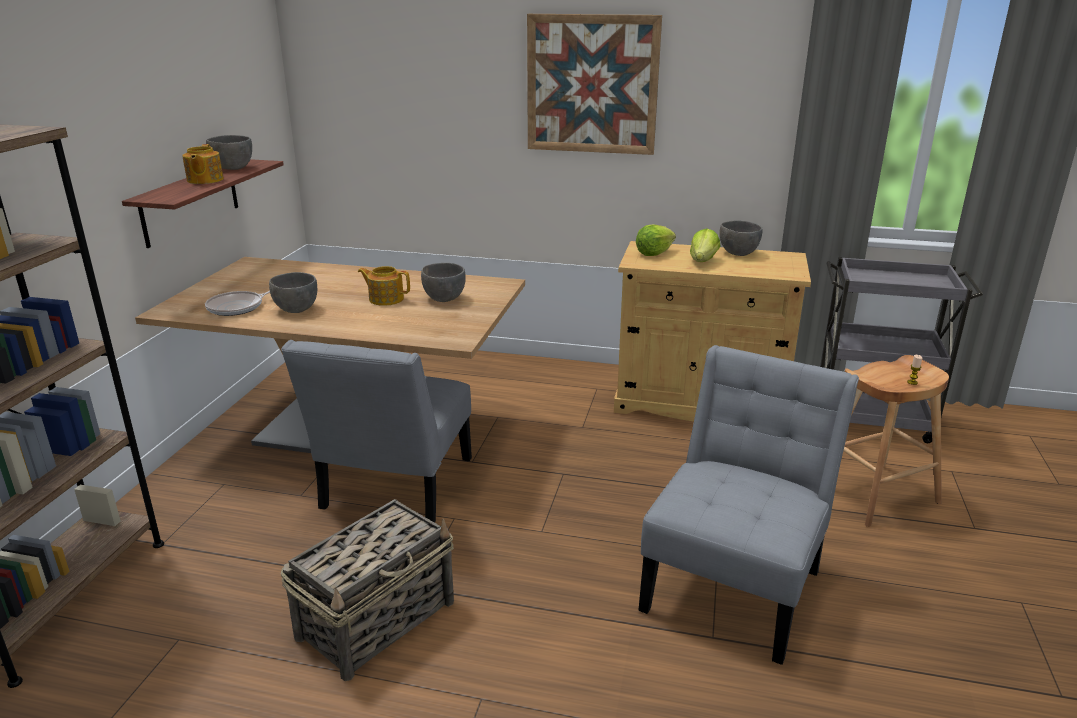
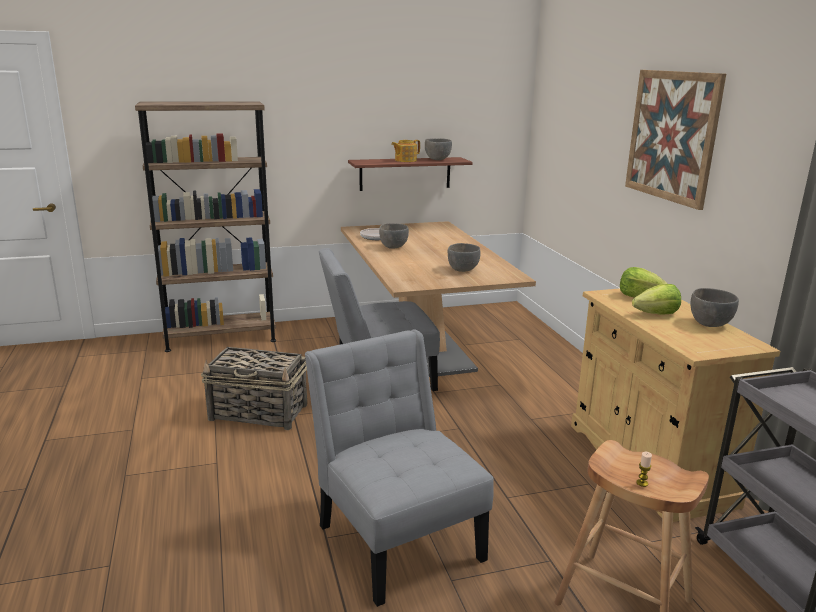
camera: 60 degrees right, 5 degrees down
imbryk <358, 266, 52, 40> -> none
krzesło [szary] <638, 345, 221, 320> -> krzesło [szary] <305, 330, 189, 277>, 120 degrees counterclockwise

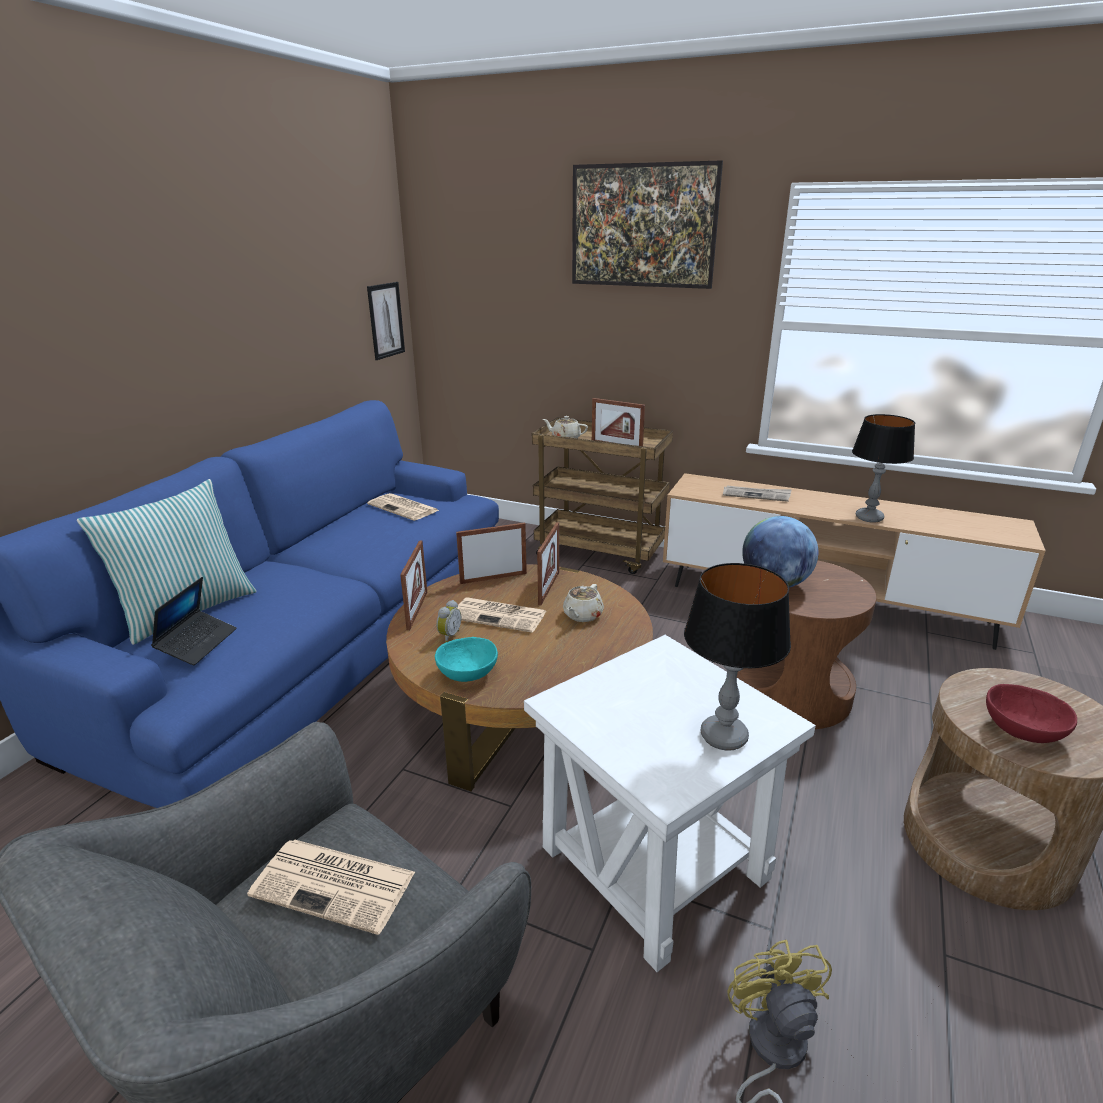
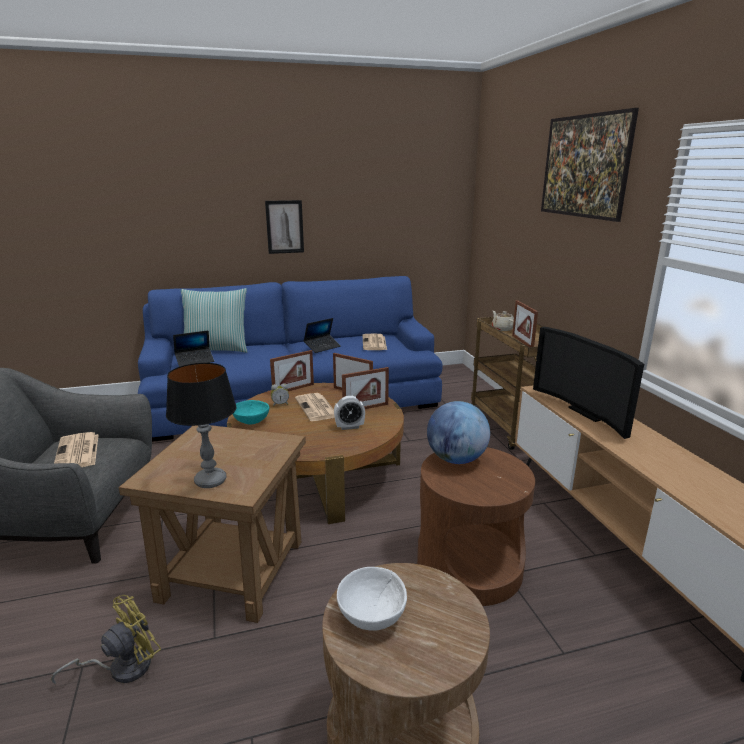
camera: 50 degrees right, 5 degrees down
obraz <367, 282, 38, 78> -> obraz <265, 200, 39, 54>, shifted
lampa stołowa <852, 414, 63, 109> -> none
gazeta <723, 486, 69, 16> -> telewizor <533, 327, 111, 112>
imbryk [beżowy] <563, 584, 41, 38> -> budzik <334, 396, 31, 34>
stolik [biały] <524, 635, 292, 337> -> stolik [brązowy] <119, 425, 187, 198>
miska [czerwony] <986, 684, 91, 59> -> miska [biały] <337, 567, 70, 64>
none -> laptop <304, 318, 37, 35>

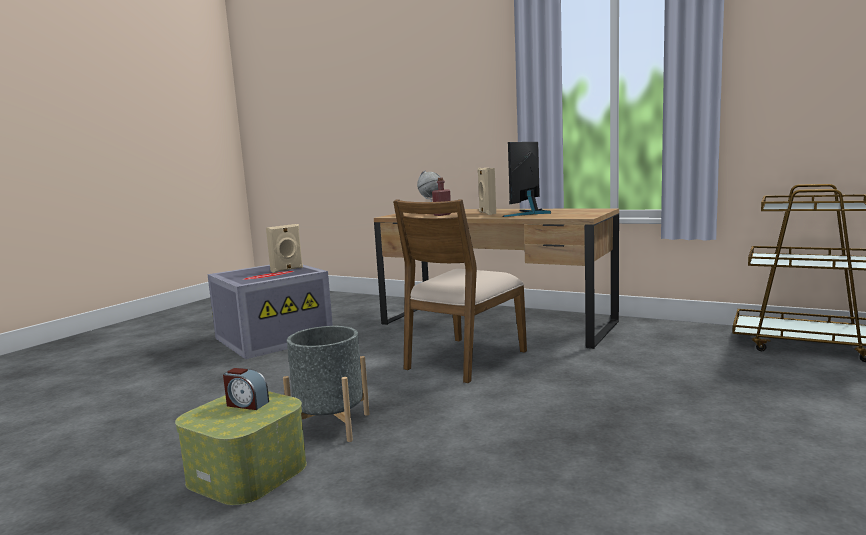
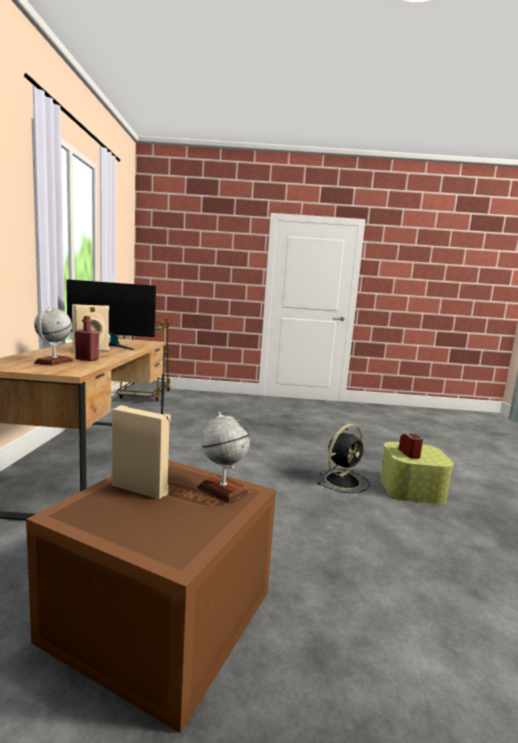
camera: 120 degrees left, 0 degrees up
krzesło [brązowy] <393, 199, 134, 184> -> none
pojemnik do przechowywania [szary] <207, 265, 126, 94> -> pojemnik do przechowywania [brązowy] <26, 460, 250, 273>
donica [szary] <283, 326, 86, 116> -> wentylator [czarny] <318, 424, 52, 69>
none -> globus <197, 412, 53, 91>

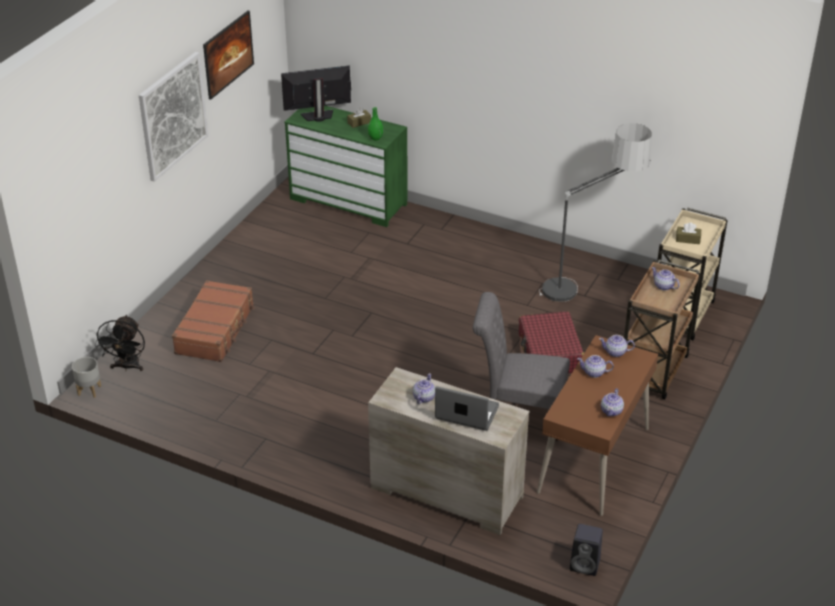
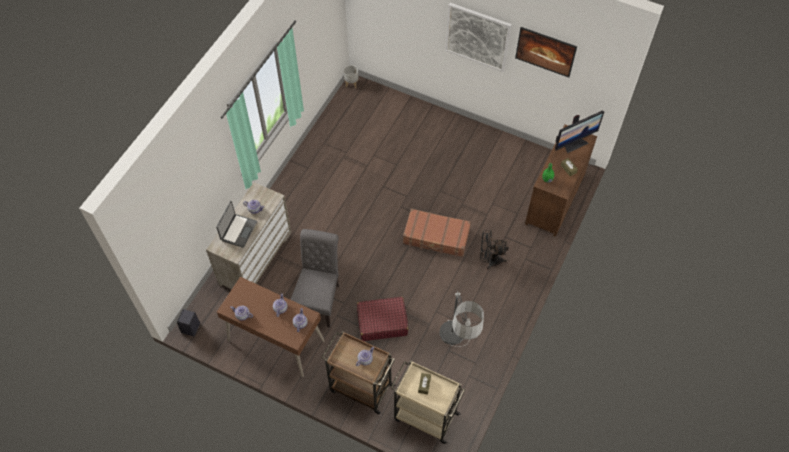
camera: 90 degrees right, 20 degrees up
monitor <281, 65, 70, 57> -> monitor <555, 111, 49, 42>, 75 degrees clockwise
komoda [zielony] <285, 106, 123, 121> -> komoda [brązowy] <525, 125, 72, 112>
walizka [brązowy] <172, 280, 82, 82> -> walizka [brązowy] <403, 208, 68, 49>, shifted
wentylator [czarny] <95, 315, 50, 56> -> wentylator [czarny] <480, 230, 29, 39>, shifted

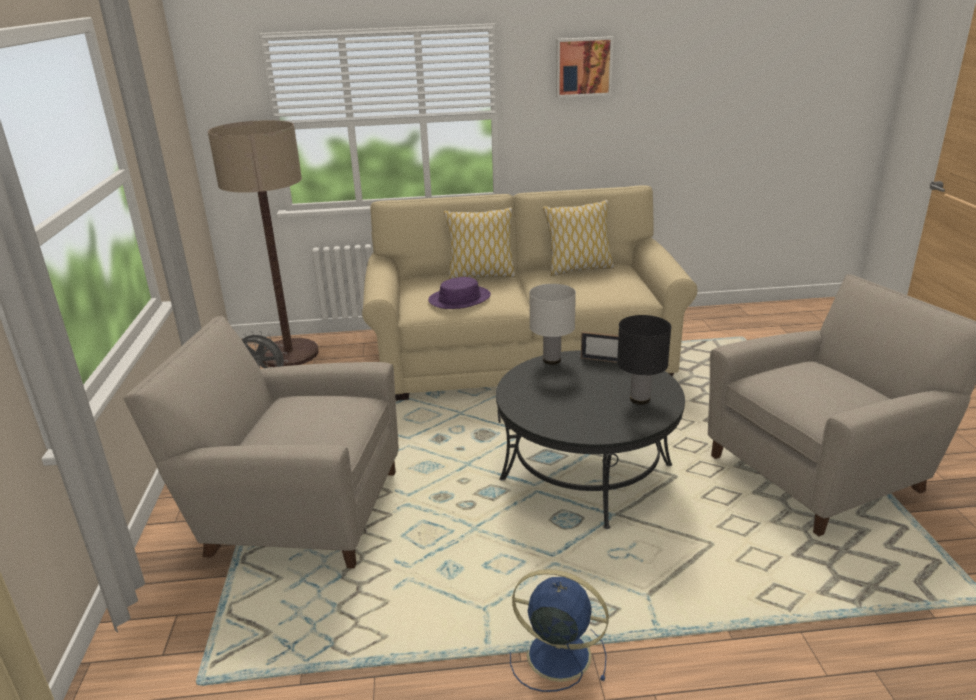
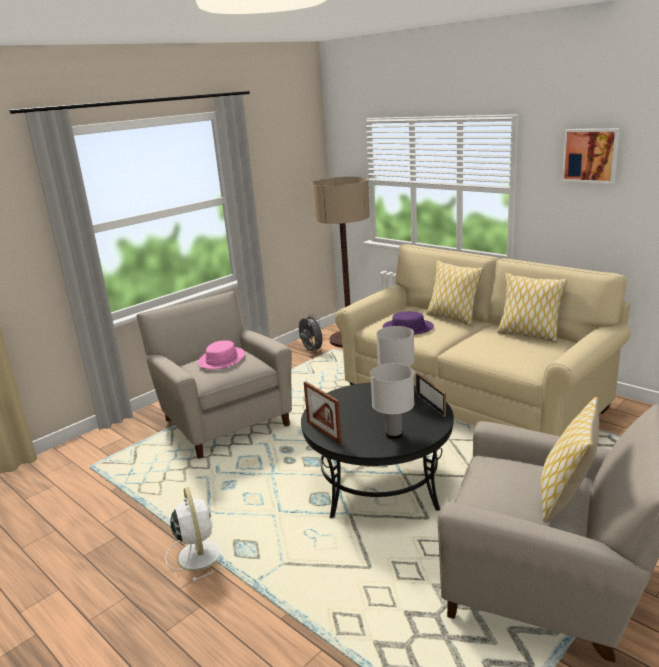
camera: 50 degrees right, 5 degrees down
lampa stołowa [czarny] <617, 315, 54, 90> -> lampa stołowa [biały] <370, 363, 44, 76>
wentylator [niebieski] <510, 569, 99, 123> -> wentylator [biały] <165, 487, 65, 94>
none -> kapelusz [różowy] <198, 340, 47, 29>
none -> ramka na zdjęcie <304, 381, 38, 63>
none -> poduszka <541, 397, 58, 126>

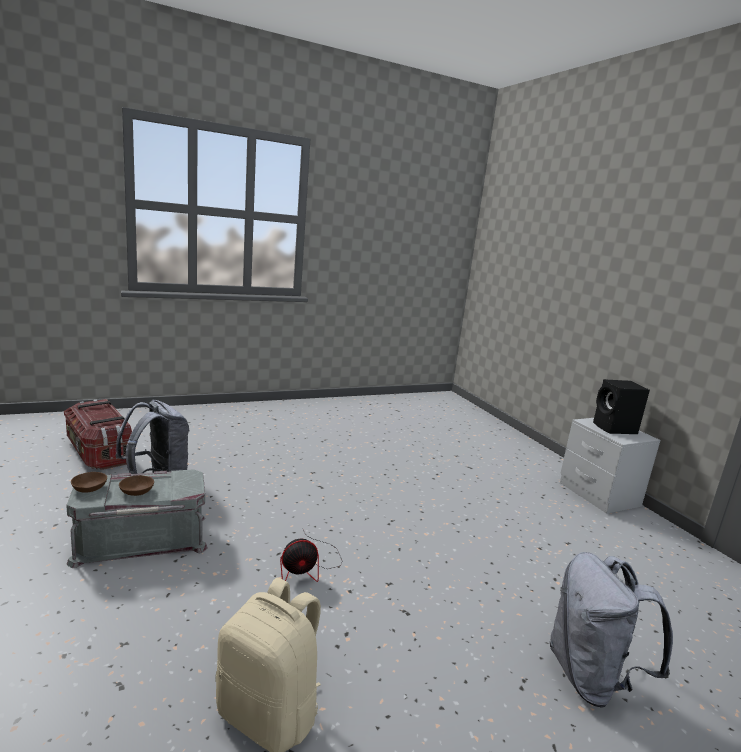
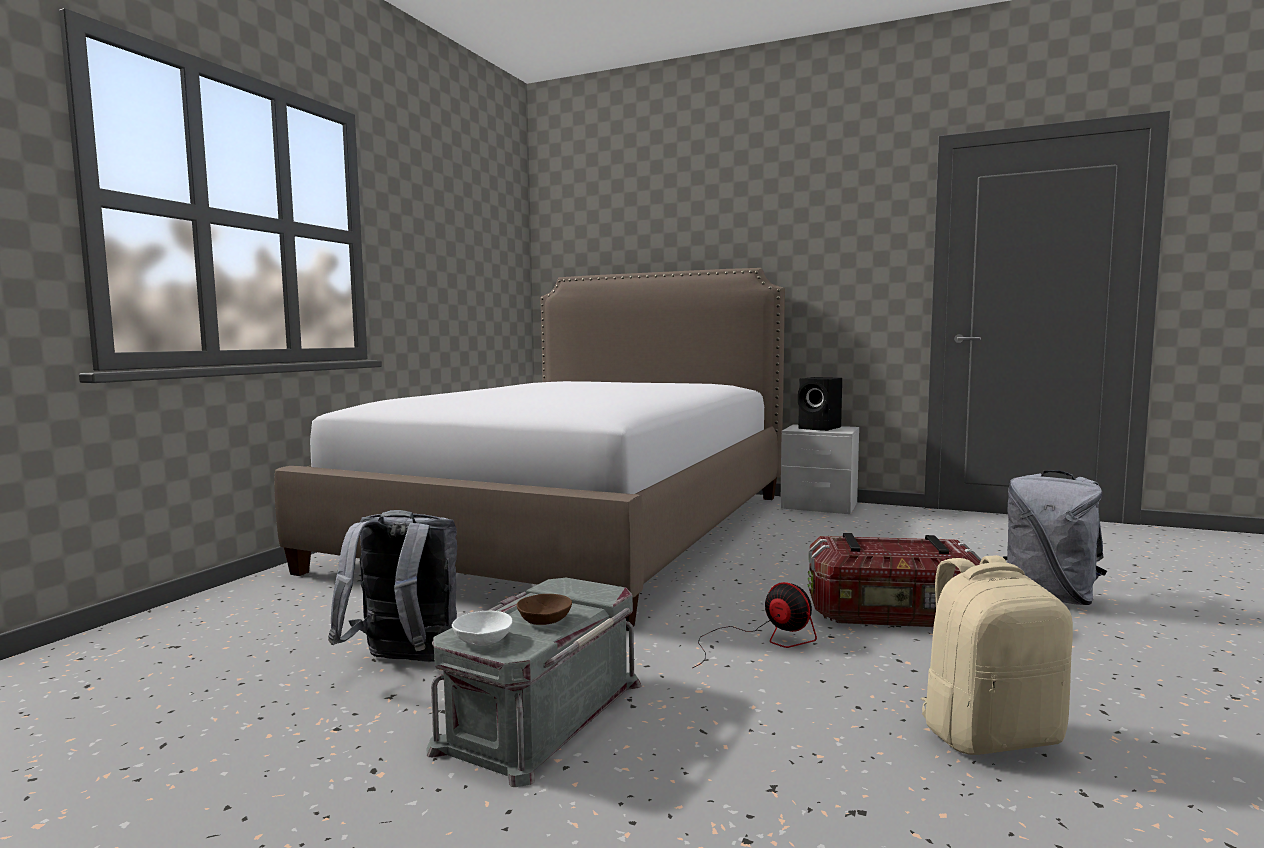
camera: 40 degrees left, 10 degrees down
pojemnik do przechowywania <64, 399, 68, 71> -> pojemnik do przechowywania <808, 533, 173, 94>, shifted
miska [brązowy] <71, 472, 36, 21> -> miska [biały] <452, 611, 60, 35>
wentylator <280, 530, 62, 52> -> wentylator <692, 582, 125, 86>, 75 degrees counterclockwise
none -> łóżko <274, 268, 511, 363>

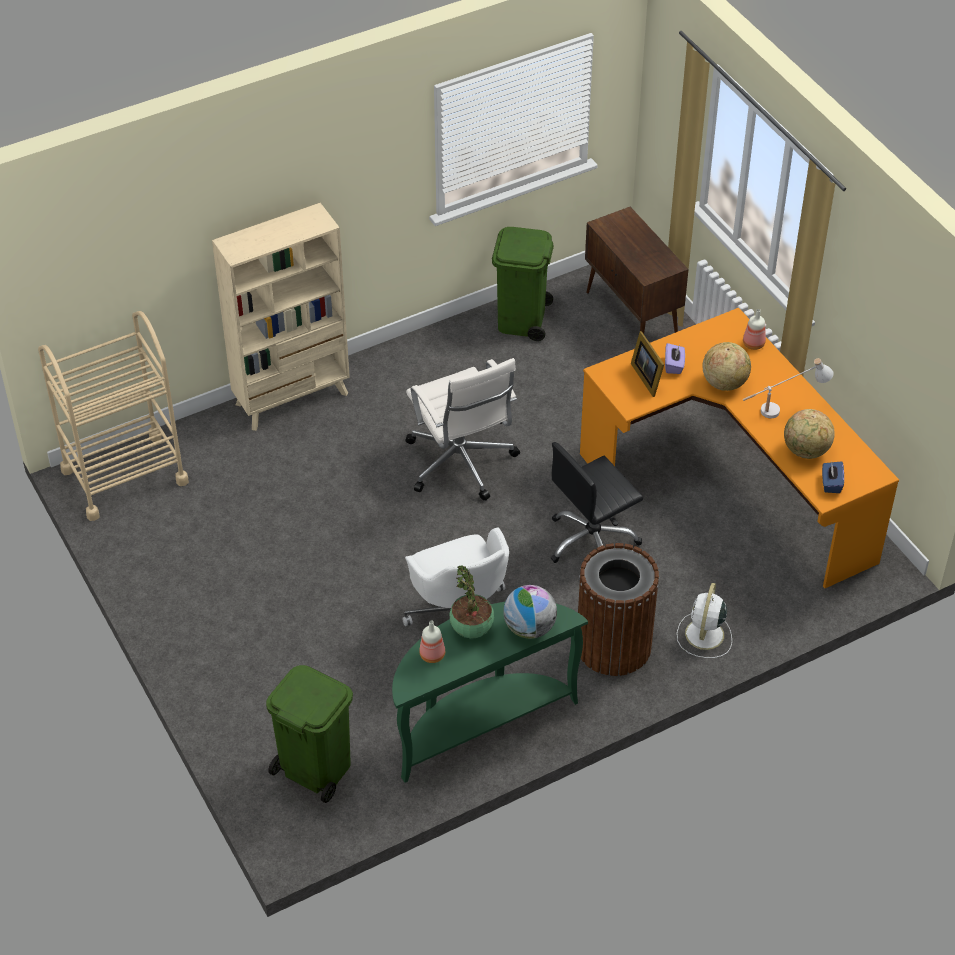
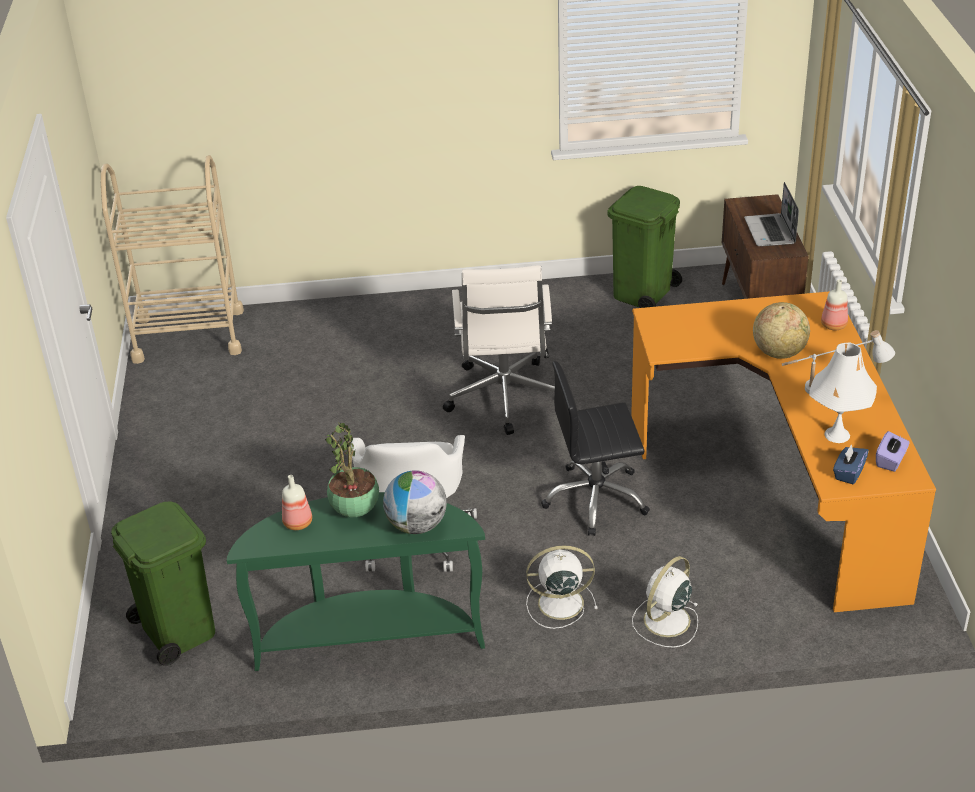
camera: 25 degrees right, 10 degrees down
regał [beżowy] <212, 203, 138, 228> -> none
ramka na zdjęcie <631, 331, 33, 66> -> none
pudełko chusteczek [fioletowy] <665, 343, 20, 31> -> pudełko chusteczek [fioletowy] <876, 431, 34, 41>, shifted
globus <784, 409, 51, 50> -> lampa stołowa [biały] <809, 343, 68, 100>
kosz na śmieci [brązowy] <578, 543, 81, 133> -> wentylator [biały] <526, 546, 72, 83>
none -> laptop <744, 182, 55, 64>

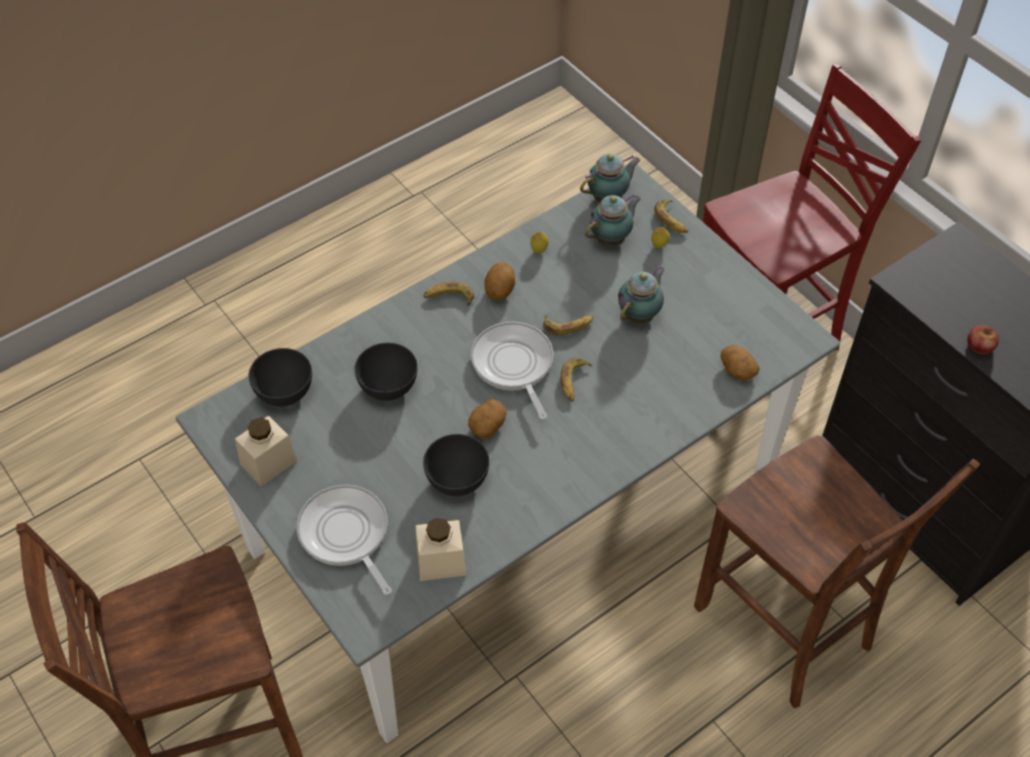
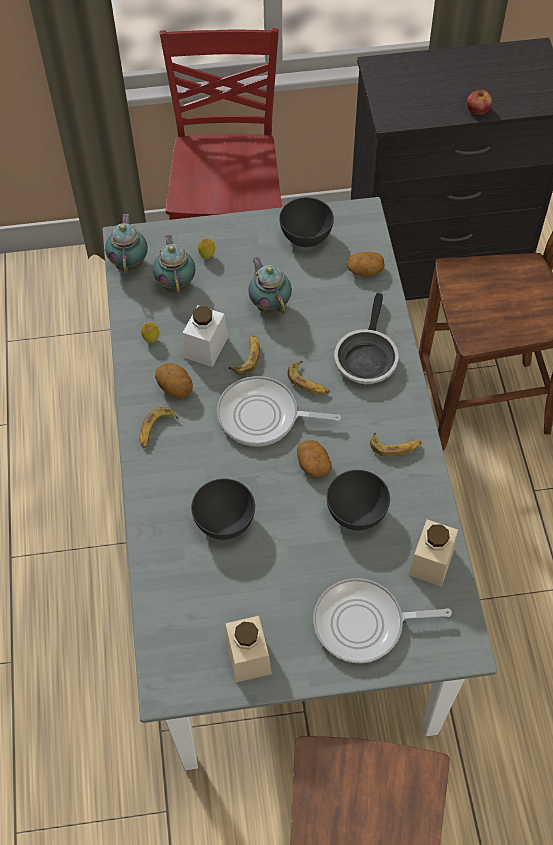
camera: 60 degrees left, 5 degrees up
banan <654, 200, 34, 33> -> banan <370, 432, 52, 25>, shifted
miska [szary] <248, 348, 64, 58> -> miska [szary] <279, 197, 55, 50>, shifted
none -> patelnia <334, 293, 65, 92>
none -> słoik [biały] <182, 305, 46, 62>

